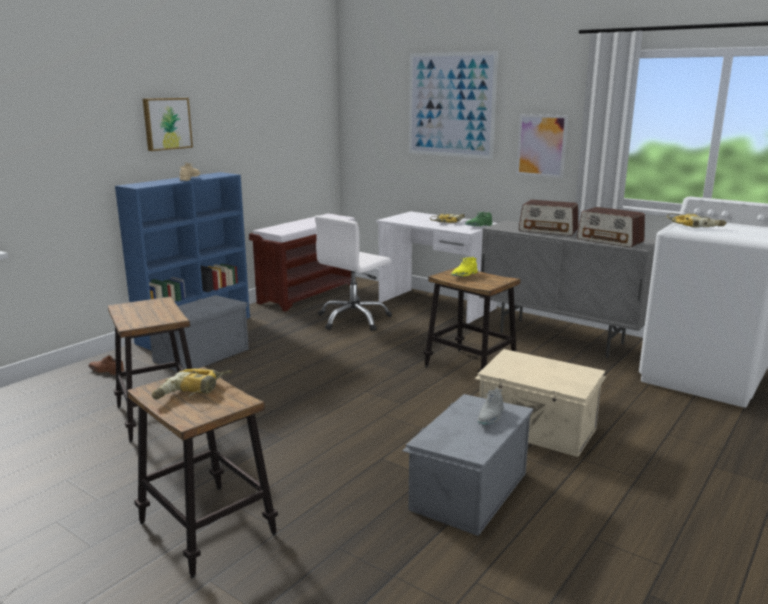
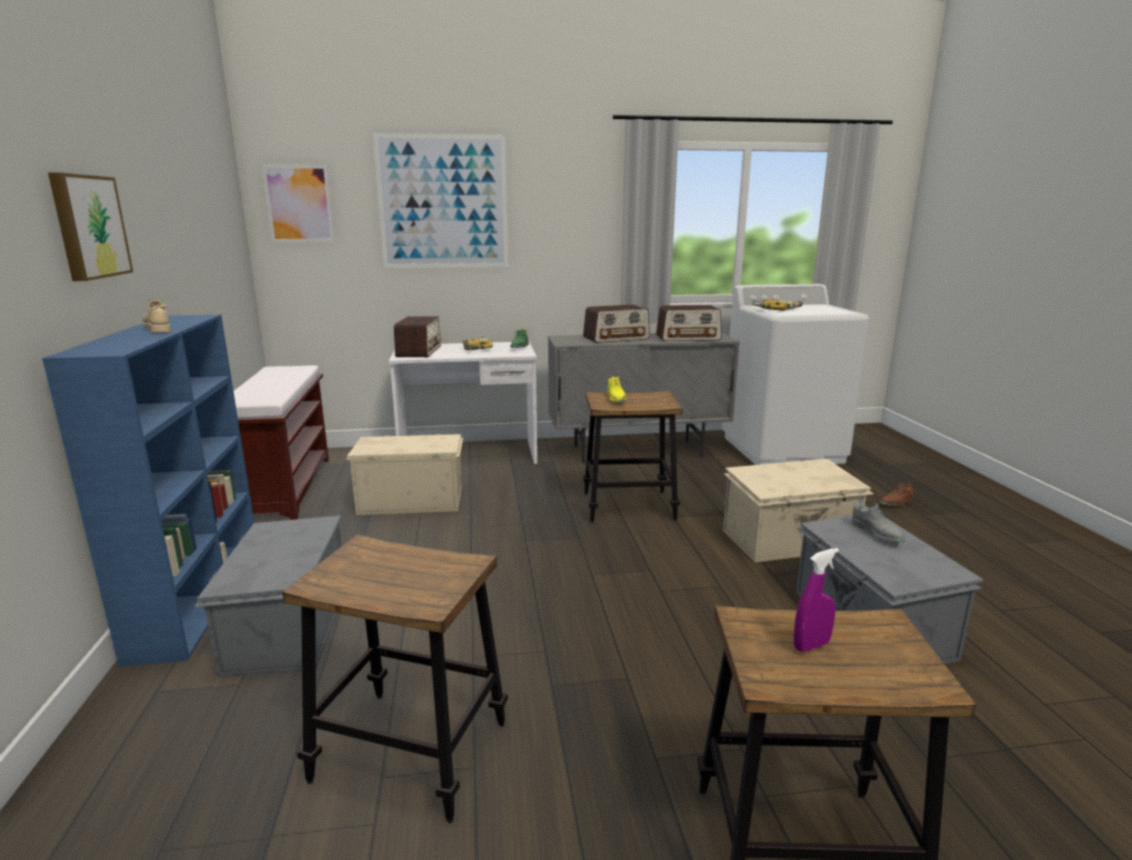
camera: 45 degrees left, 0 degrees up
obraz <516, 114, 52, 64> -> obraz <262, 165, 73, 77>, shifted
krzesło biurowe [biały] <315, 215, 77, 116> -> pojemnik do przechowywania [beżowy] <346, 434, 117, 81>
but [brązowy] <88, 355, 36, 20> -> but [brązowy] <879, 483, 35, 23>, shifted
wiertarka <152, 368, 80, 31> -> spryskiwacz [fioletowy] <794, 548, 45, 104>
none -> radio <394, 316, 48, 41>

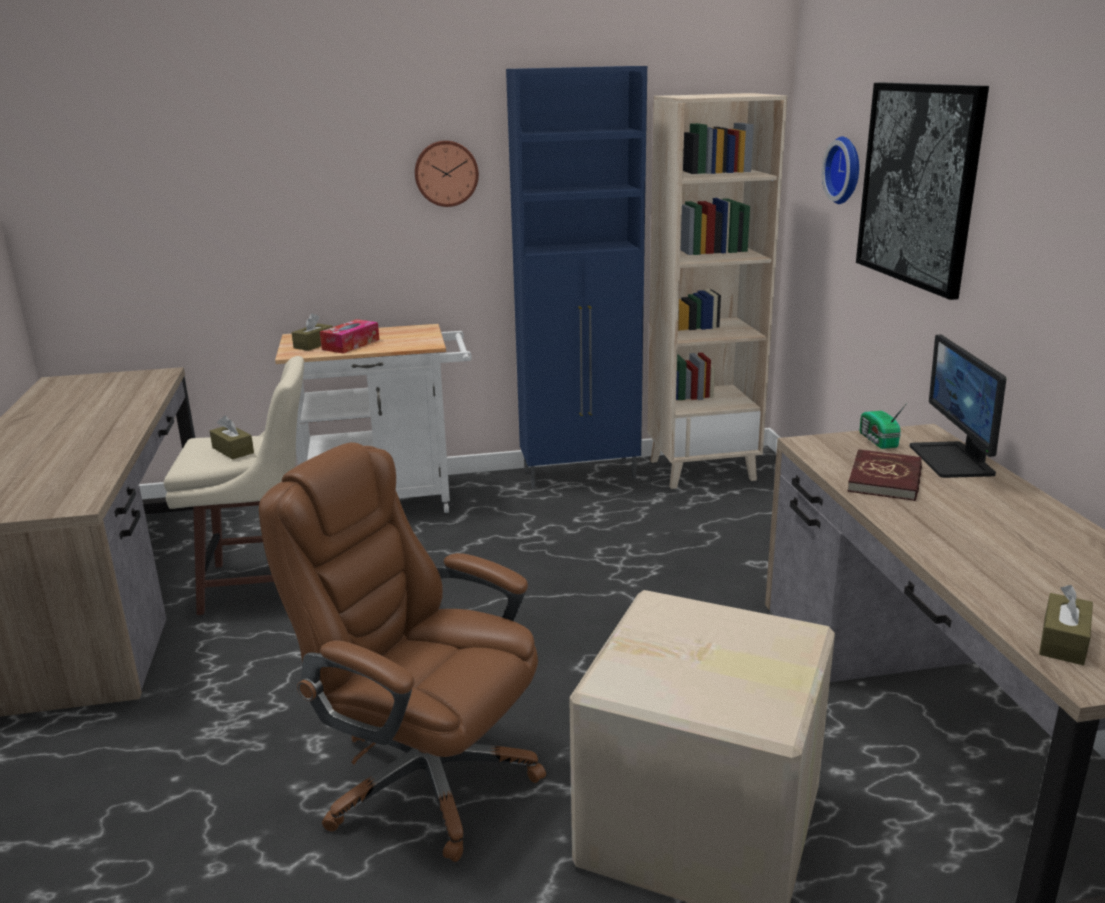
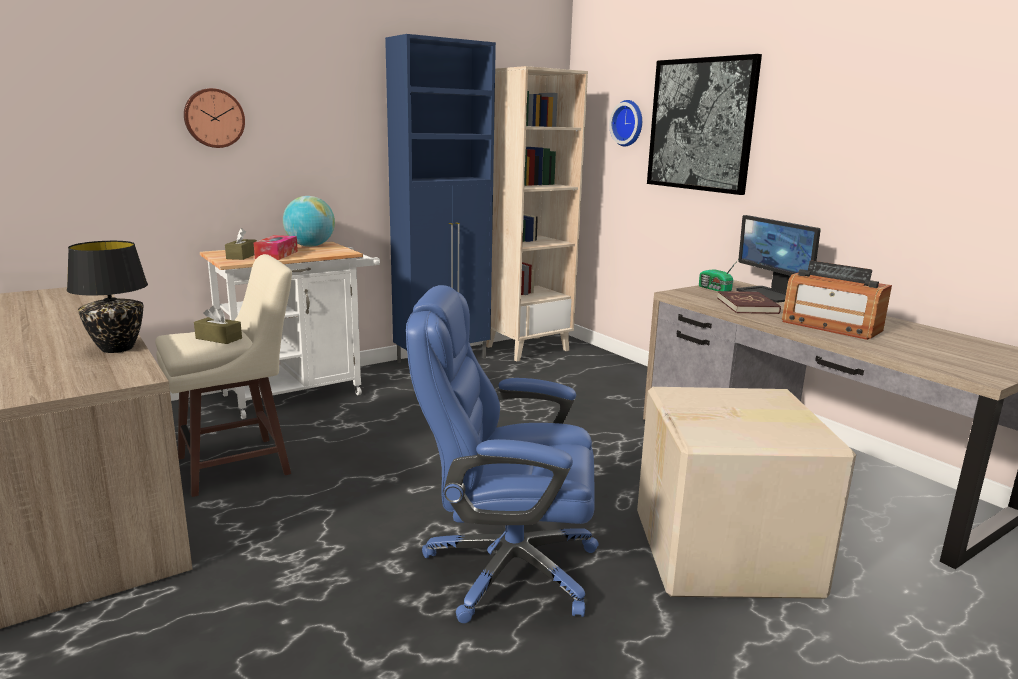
camera: 25 degrees left, 5 degrees down
zegar ścienny <414, 140, 65, 67> -> zegar ścienny <184, 88, 61, 60>, shifted
krzesło biurowe [brązowy] <259, 442, 287, 420> -> krzesło biurowe [niebieski] <406, 285, 193, 338>
pudełko chusteczek [brązowy] <1039, 585, 54, 80> -> none
none -> globus <283, 196, 52, 51>
none -> lampa stołowa [czarny] <67, 241, 81, 112>
none -> radio <782, 261, 110, 79>

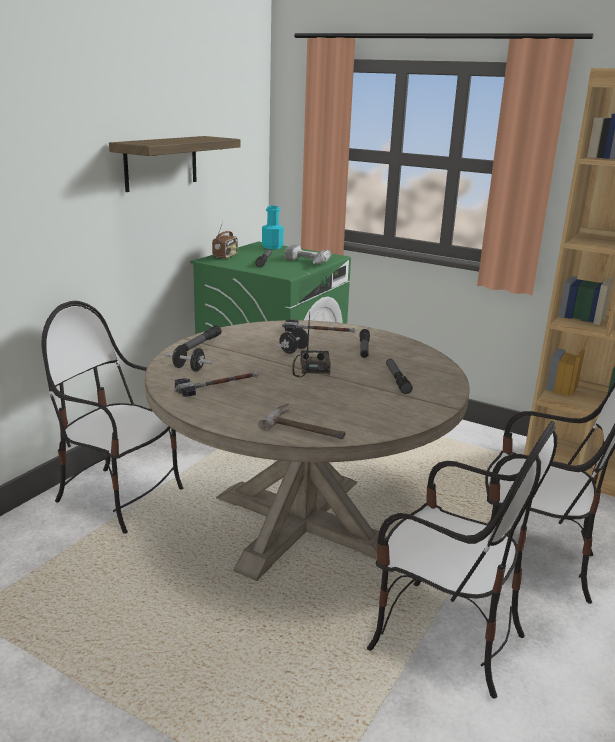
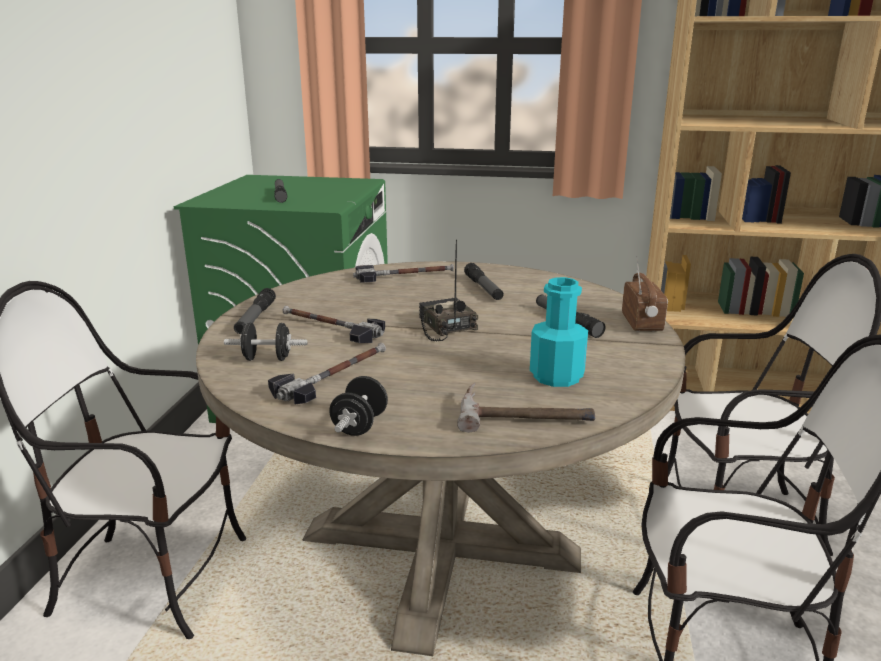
camera: 20 degrees left, 0 degrees up
półka <109, 136, 131, 56> -> none
butelka [turkusowy] <262, 206, 22, 43> -> butelka [turkusowy] <530, 277, 58, 110>, shifted
radio <212, 222, 26, 37> -> radio <622, 256, 46, 76>, shifted
wiertarka <285, 245, 46, 20> -> none
hantel [czarny] <277, 328, 32, 26> -> hantel [czarny] <329, 376, 59, 60>, shifted
none -> młotek <283, 306, 102, 37>

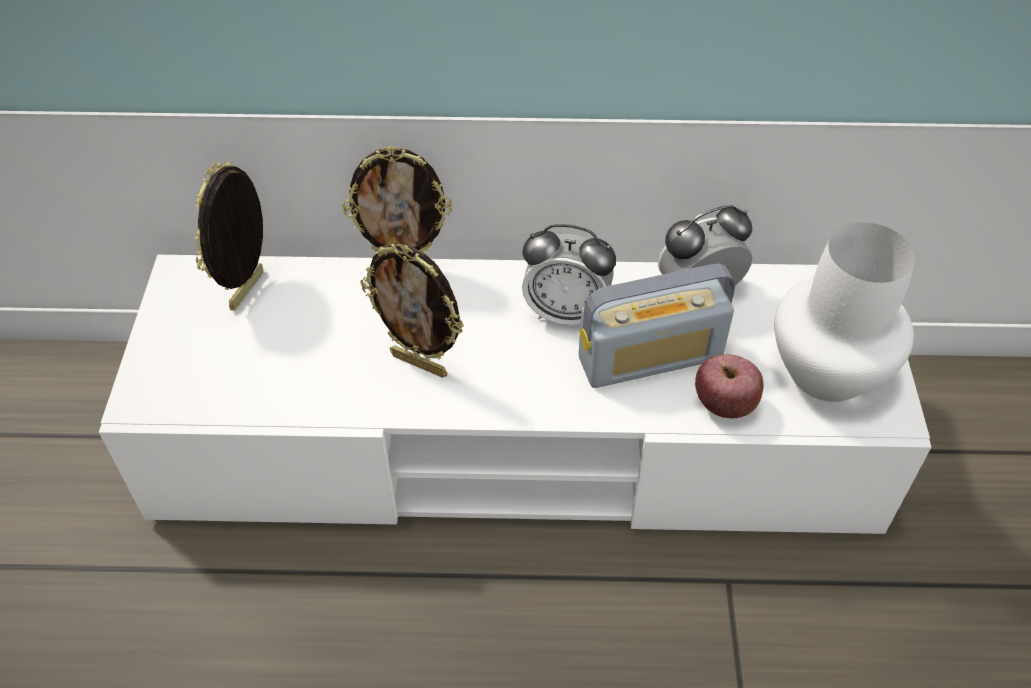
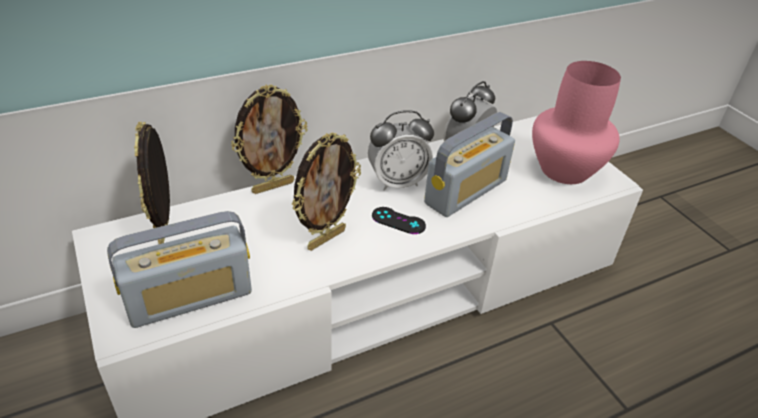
camera: 30 degrees left, 10 degrees down
wazon [biały] <774, 222, 141, 180> -> wazon [różowy] <532, 61, 89, 123>
ramka na zdjęcie <360, 243, 104, 135> -> ramka na zdjęcie <292, 132, 69, 119>, 45 degrees counterclockwise
jabłko <695, 354, 68, 64> -> none
none -> pad do gier [czarny] <372, 207, 54, 27>
none -> radio <107, 211, 145, 117>

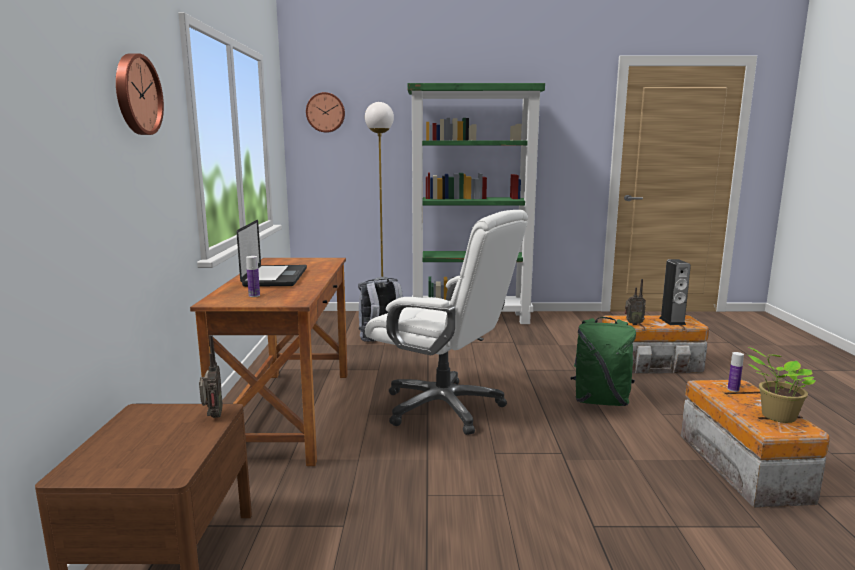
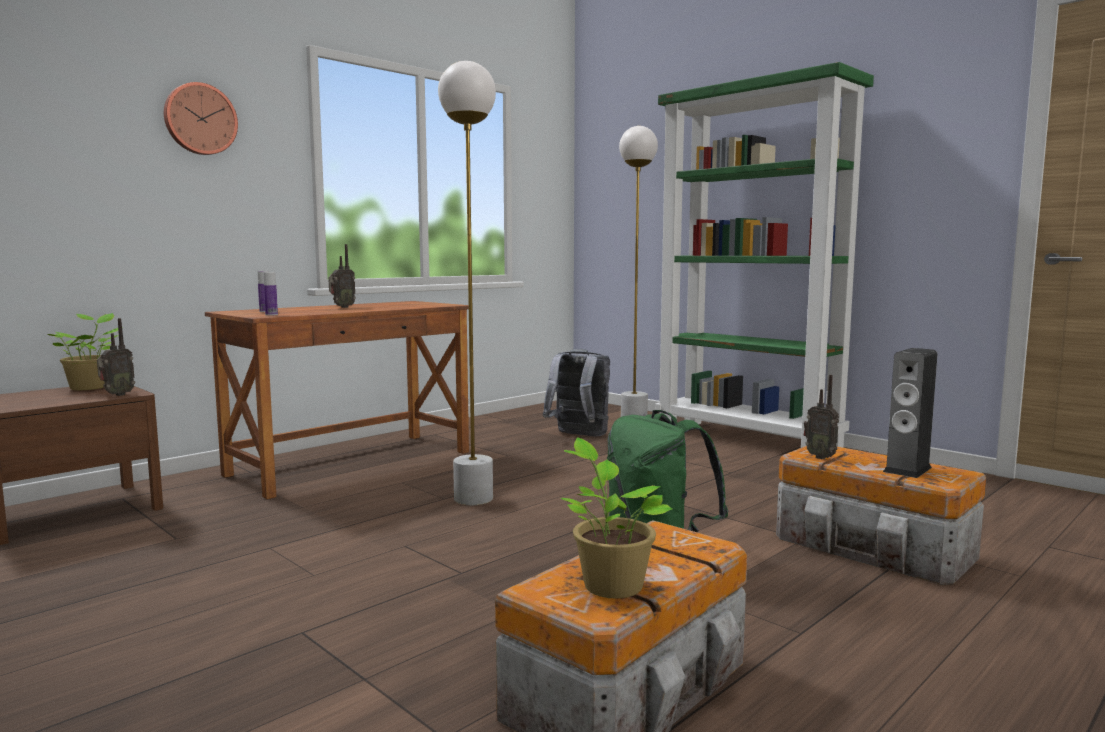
camera: 45 degrees right, 5 degrees down
zegar ścienny <306, 92, 39, 41> -> none
krzesło biurowe [biały] <365, 210, 163, 225> -> lampa stojąca [biały] <438, 61, 58, 444>
laptop <237, 220, 70, 67> -> radio <328, 244, 28, 64>
butelka <728, 352, 16, 40> -> butelka <263, 272, 15, 44>, shifted
none -> roślina doniczkowa <48, 313, 75, 77>

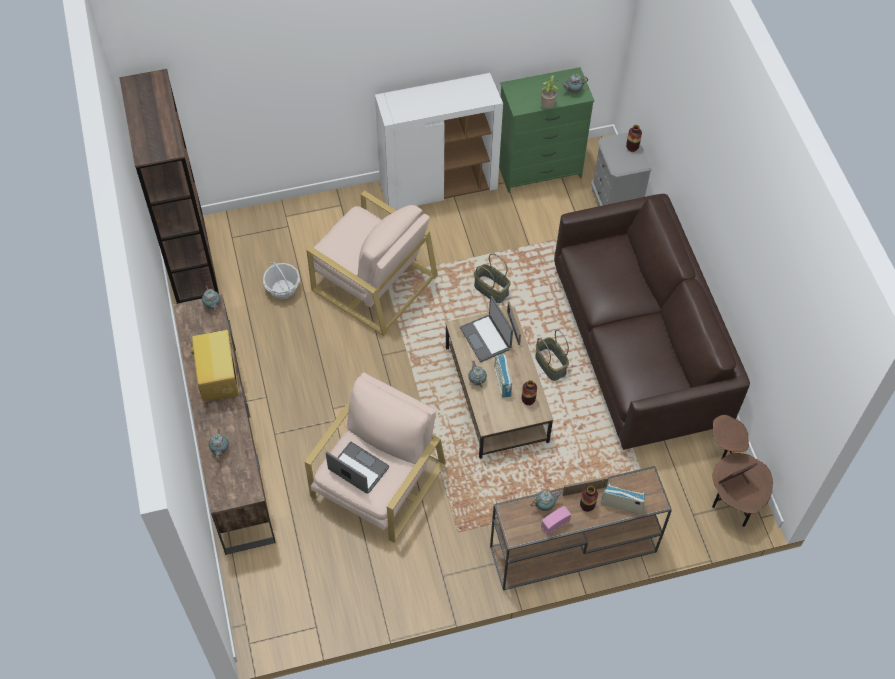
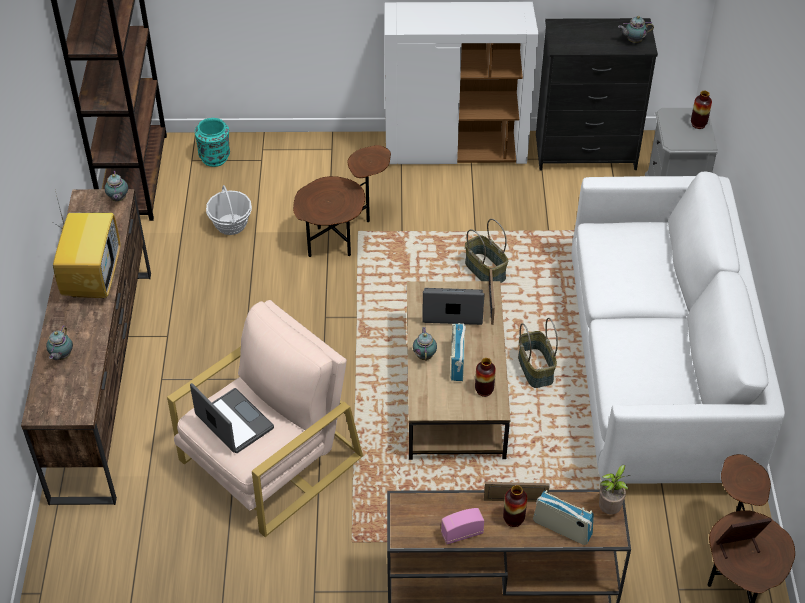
camera: 15 degrees right, 10 degrees down
komoda [zielony] <499, 67, 95, 126> -> komoda [czarny] <536, 18, 122, 153>
roślina doniczkowa <541, 75, 17, 33> -> roślina doniczkowa <599, 465, 31, 49>, shifted
fotel [beżowy] <306, 190, 132, 146> -> stolik [brązowy] <293, 145, 98, 112>
kanapa [brązowy] <554, 194, 196, 256> -> kanapa [biały] <571, 172, 214, 311>
laptop <460, 296, 53, 66> -> laptop <422, 288, 62, 37>, 105 degrees clockwise
imbryk <530, 491, 32, 20> -> none
none -> wazon [turkusowy] <195, 118, 35, 49>

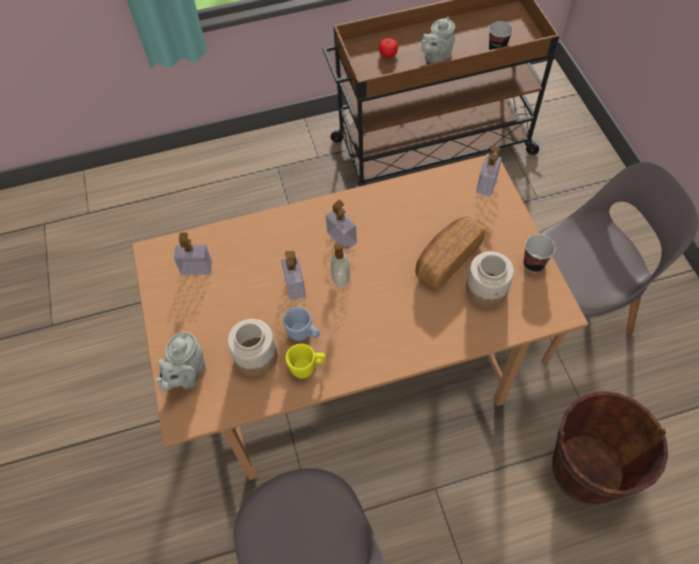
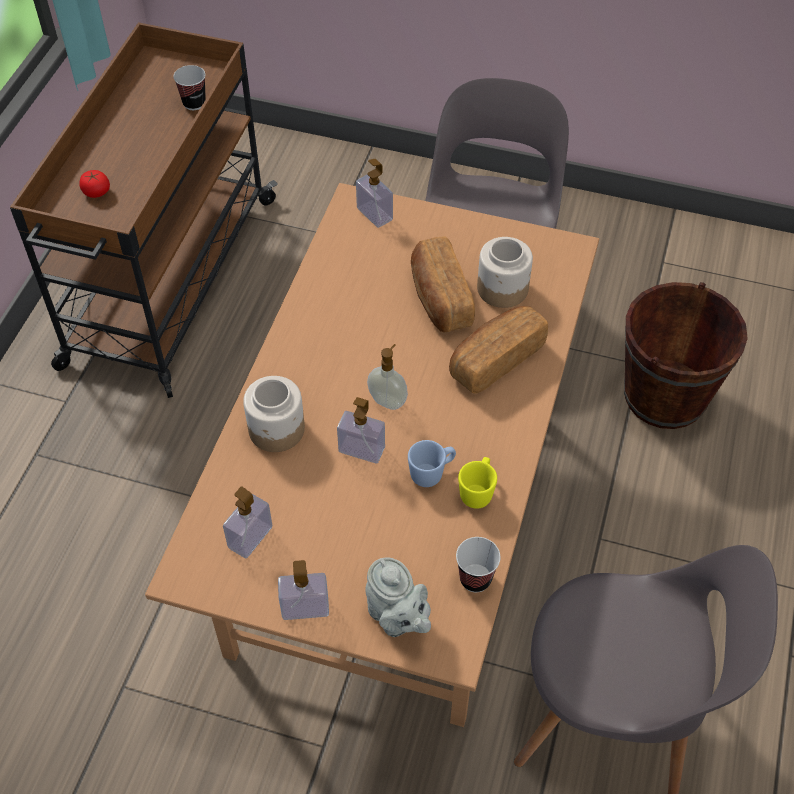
camera: 60 degrees left, 5 degrees down
imbryk [szary] <422, 17, 33, 47> -> none
dozownik mydła <326, 200, 31, 51> -> dozownik mydła <278, 560, 51, 60>, shifted
filiżanka <524, 234, 31, 38> -> filiżanka <456, 537, 45, 55>, shifted
słoik <227, 319, 51, 58> -> słoik <243, 376, 62, 76>, shifted
none -> chleb <449, 306, 99, 88>

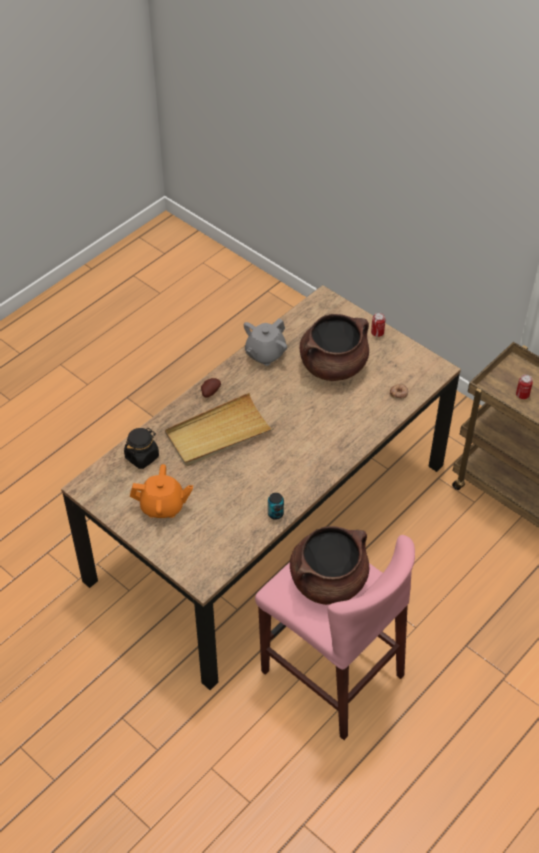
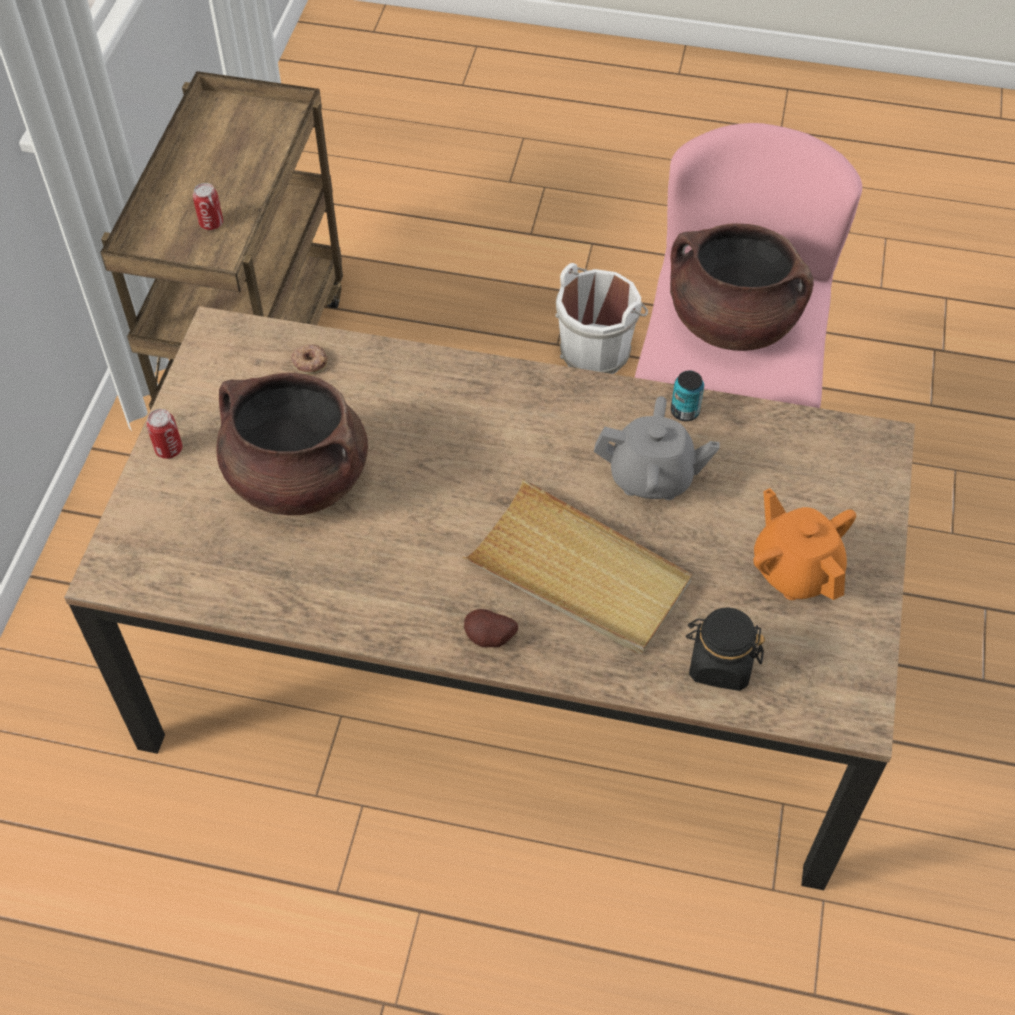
camera: 120 degrees left, 5 degrees up
imbryk [szary] <244, 319, 43, 47> -> imbryk [szary] <594, 396, 126, 104>, shifted
none -> wiadro [biały] <555, 263, 93, 111>

